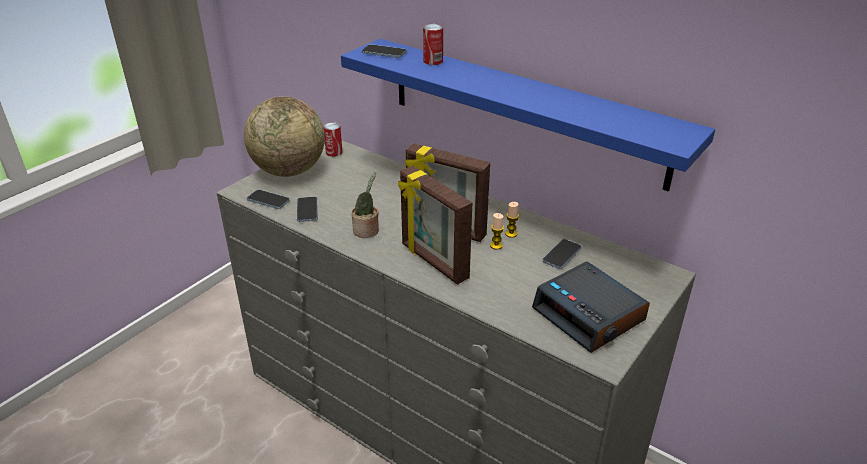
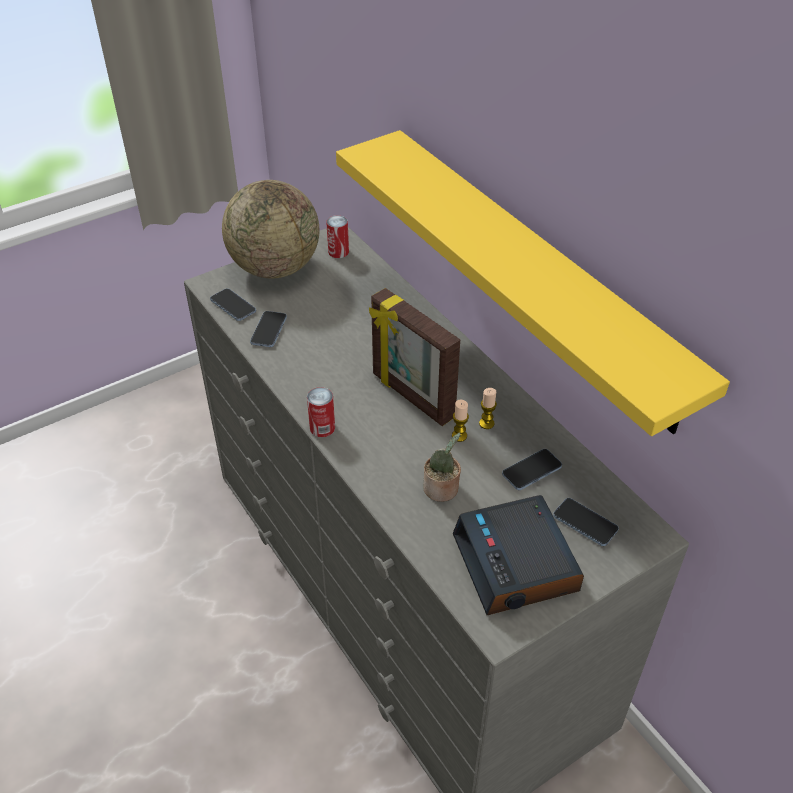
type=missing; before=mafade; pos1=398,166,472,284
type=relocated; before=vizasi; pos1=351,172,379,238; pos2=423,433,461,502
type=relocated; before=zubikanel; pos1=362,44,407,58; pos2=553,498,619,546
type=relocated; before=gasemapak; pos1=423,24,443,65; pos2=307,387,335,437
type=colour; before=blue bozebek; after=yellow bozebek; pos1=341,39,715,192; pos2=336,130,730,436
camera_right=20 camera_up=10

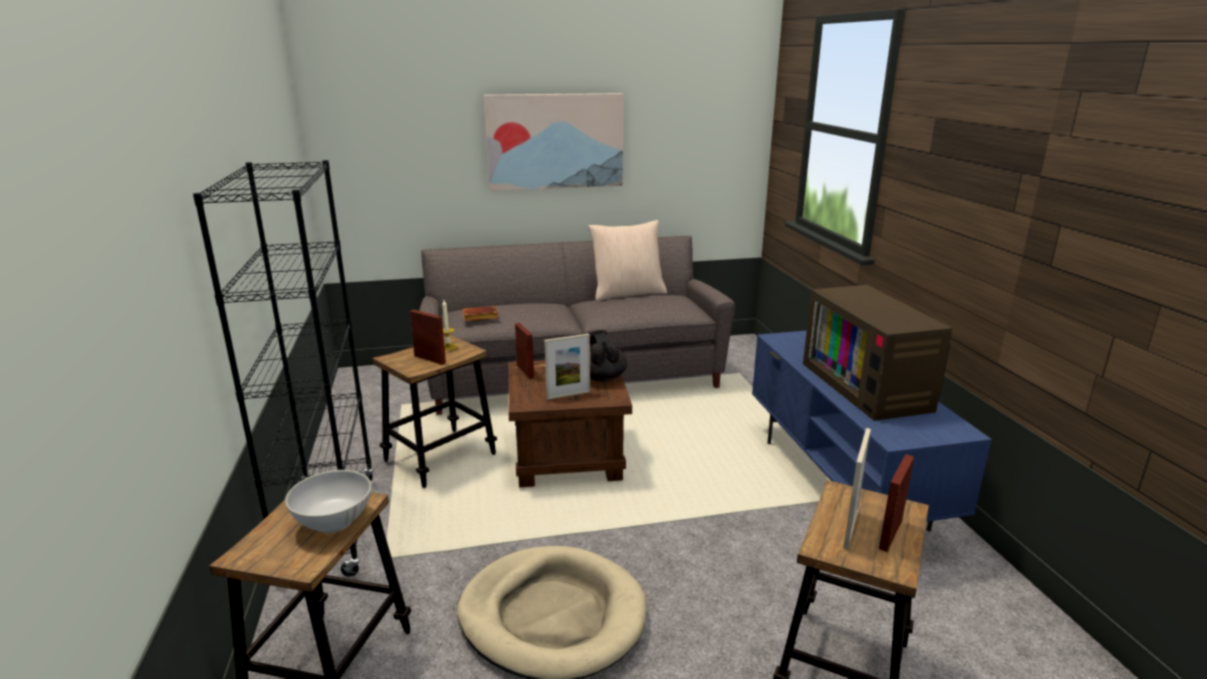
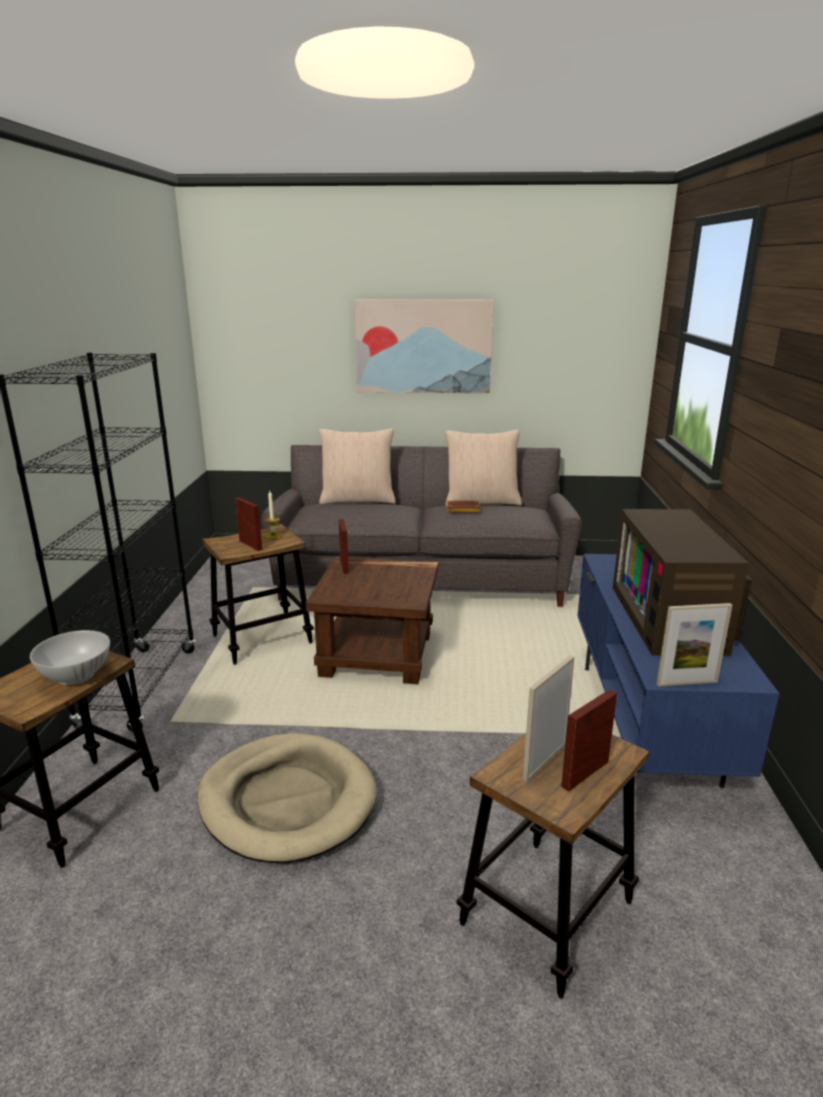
type=missing; before=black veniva; pos1=587,330,627,382
type=appeared; after=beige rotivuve; pos2=319,428,396,505
type=relocated; before=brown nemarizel; pos1=462,306,499,321; pos2=447,501,480,513
type=relocated; before=mafade; pos1=544,334,590,400; pos2=657,603,732,686
camera_right=15 camera_up=0

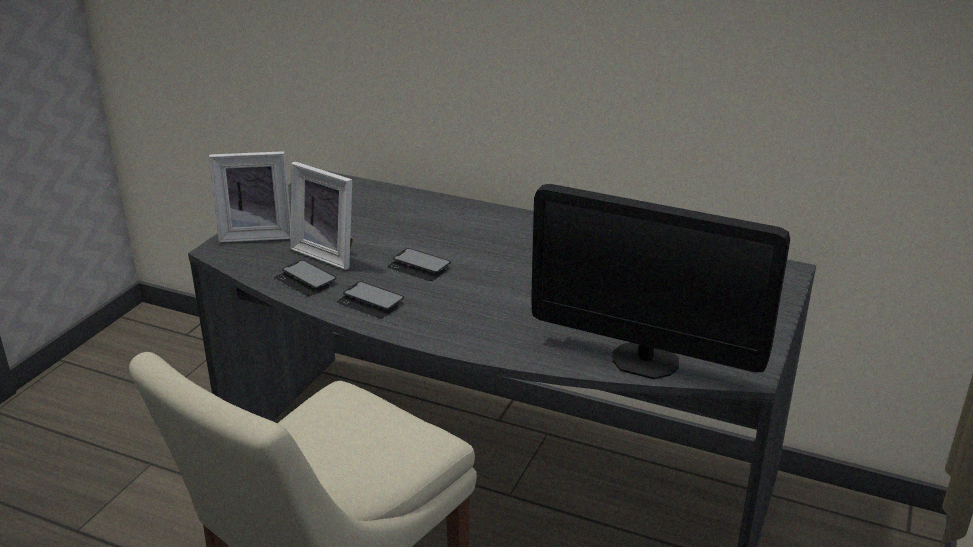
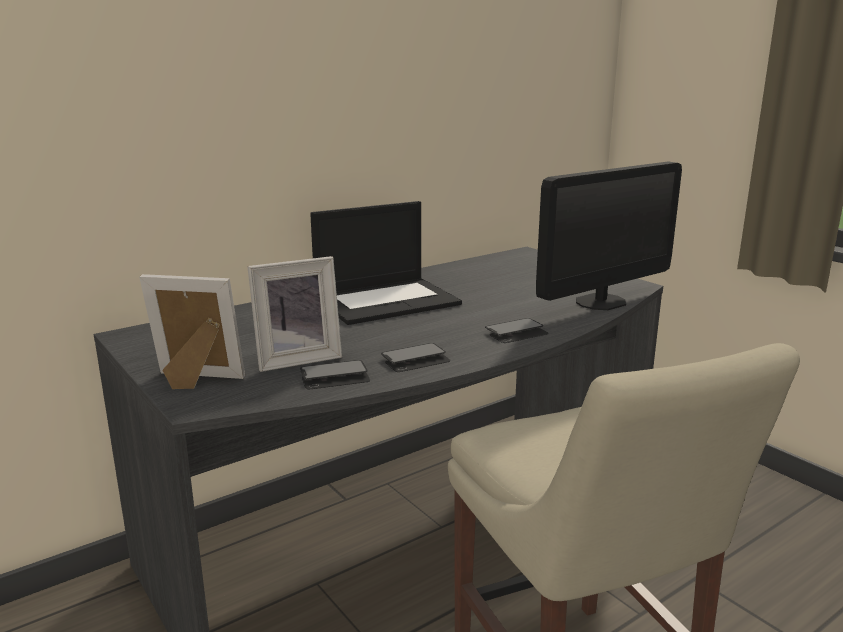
type=appeared; after=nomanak; pos2=310,201,462,325
type=relocated; before=zubikanel; pos1=388,248,451,281; pos2=485,318,549,343
type=spun; before=mafade; pos1=209,151,291,243; pos2=139,274,245,389; turn=-105
camera_right=-60 camera_up=-10

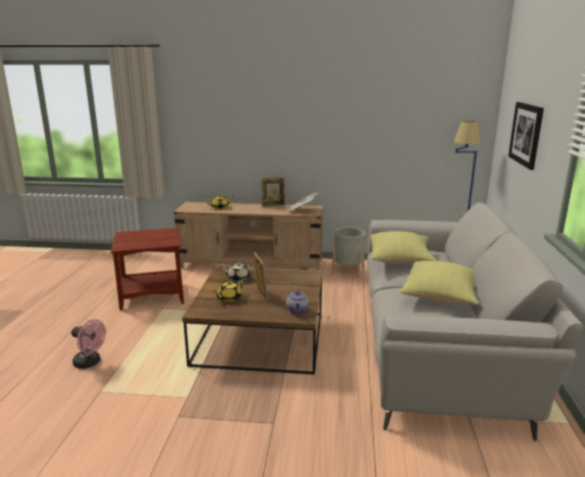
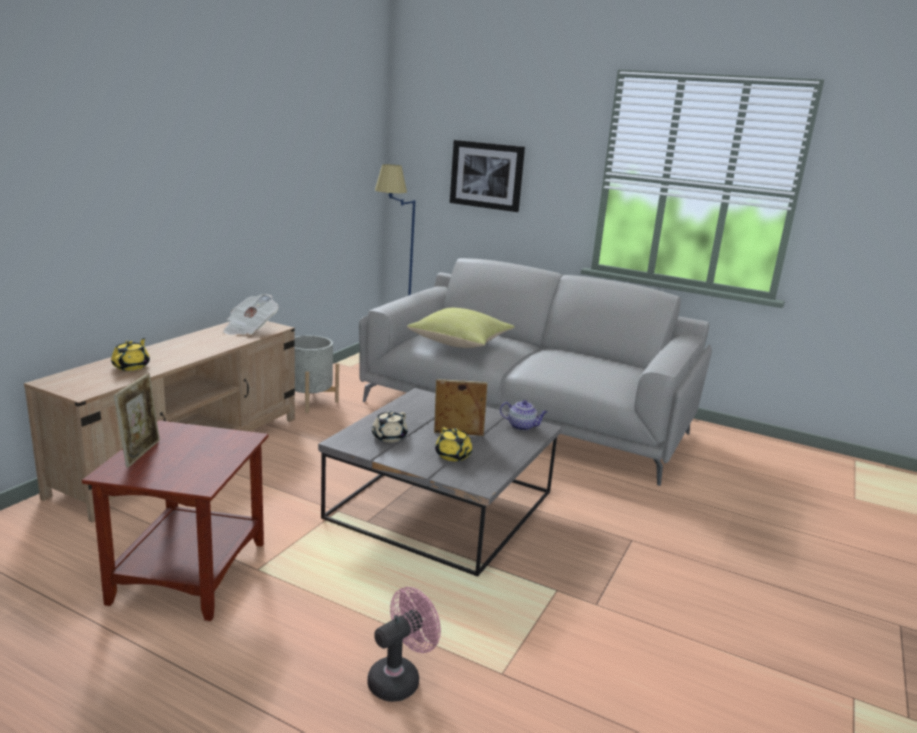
type=missing; before=yellow rotivuve; pos1=400,261,479,305
type=relocated; before=mafade; pos1=261,177,285,207; pos2=114,373,160,468
type=colour; before=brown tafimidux; after=grey tafimidux; pos1=182,266,322,375; pos2=318,388,562,577
camera_right=-70 camera_up=0

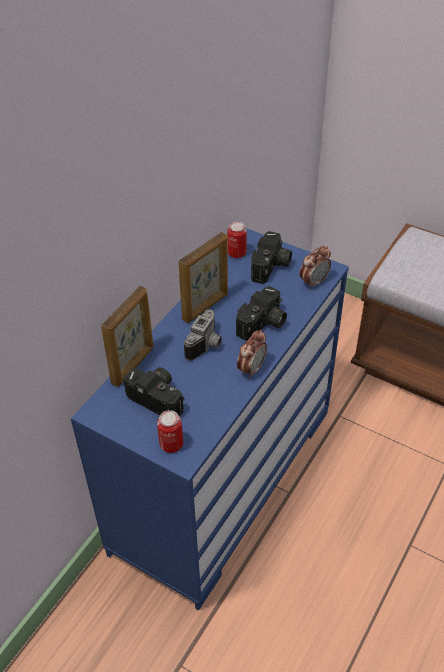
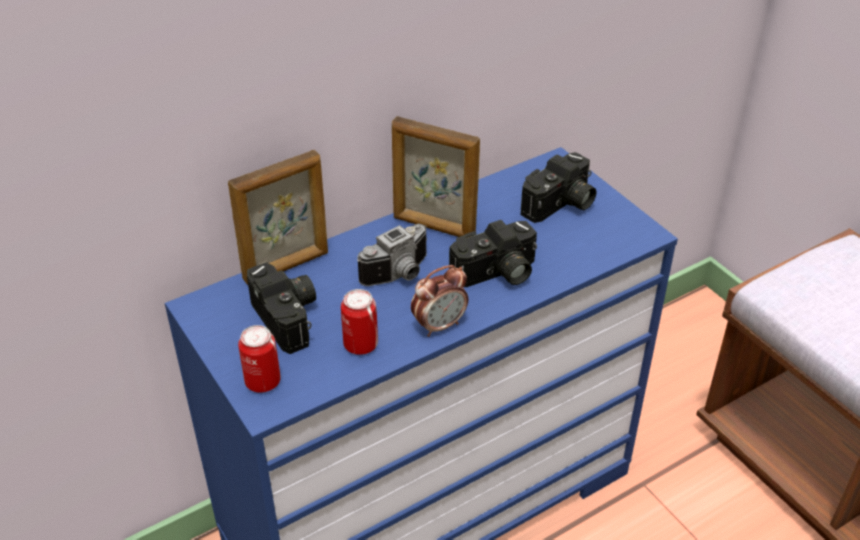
type=missing; before=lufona; pos1=299,246,331,289
type=relocated; before=gasemapak; pos1=227,221,247,258; pos2=341,289,378,355
type=spun; before=mafade; pos1=179,232,228,323; pos2=392,116,480,237; turn=45
camera_right=25 camera_up=-5

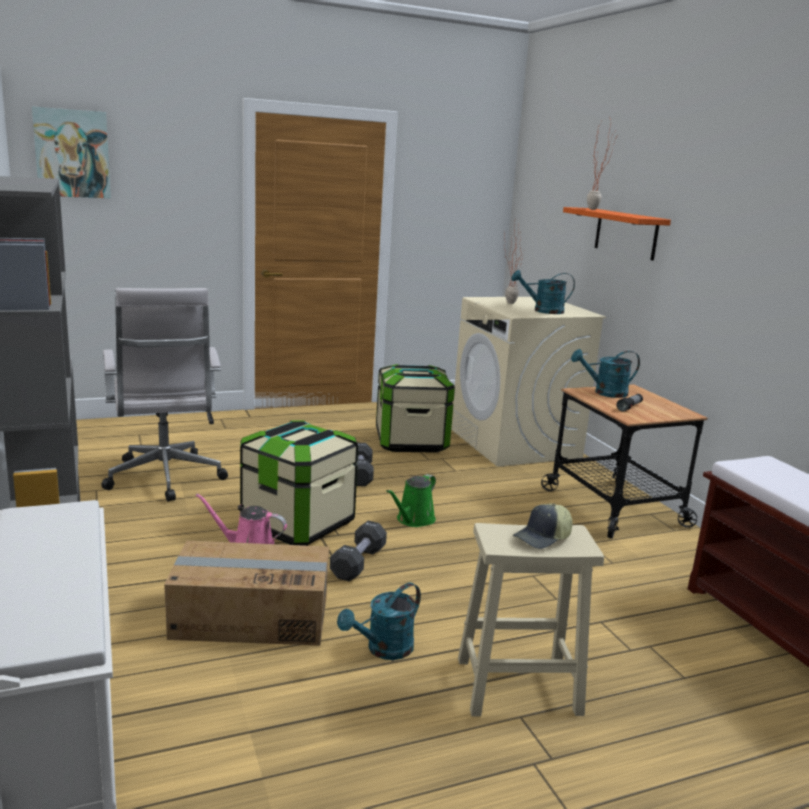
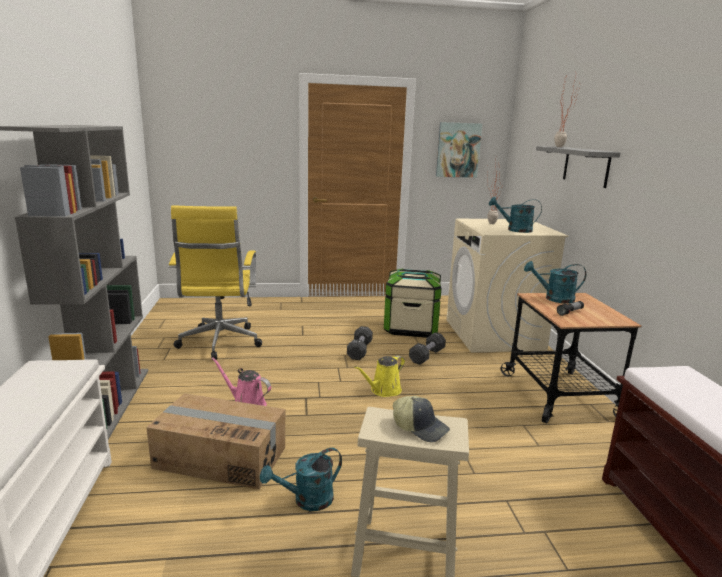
type=missing; before=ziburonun; pos1=240,420,358,546
type=relocated; before=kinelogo; pos1=32,107,111,198; pos2=436,122,482,178
type=relocated; before=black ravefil; pos1=330,521,387,582; pos2=409,332,446,365
type=colour; before=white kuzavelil; after=yellow kuzavelil; pos1=101,288,228,502; pos2=168,206,262,360
type=colour; before=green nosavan; after=yellow nosavan; pos1=386,474,436,527; pos2=354,355,405,397
type=colour; before=orange bozebek; after=grey bozebek; pos1=563,207,671,261; pos2=536,146,620,188
type=spun; before=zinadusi; pos1=513,503,573,549; pos2=393,396,450,442; turn=-120
camera_right=15 camera_up=0

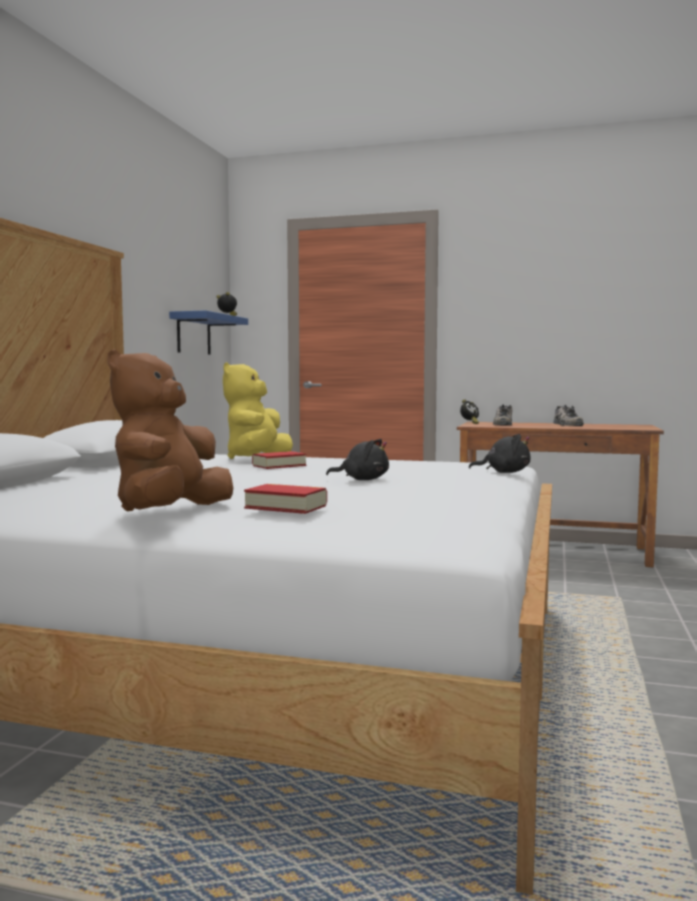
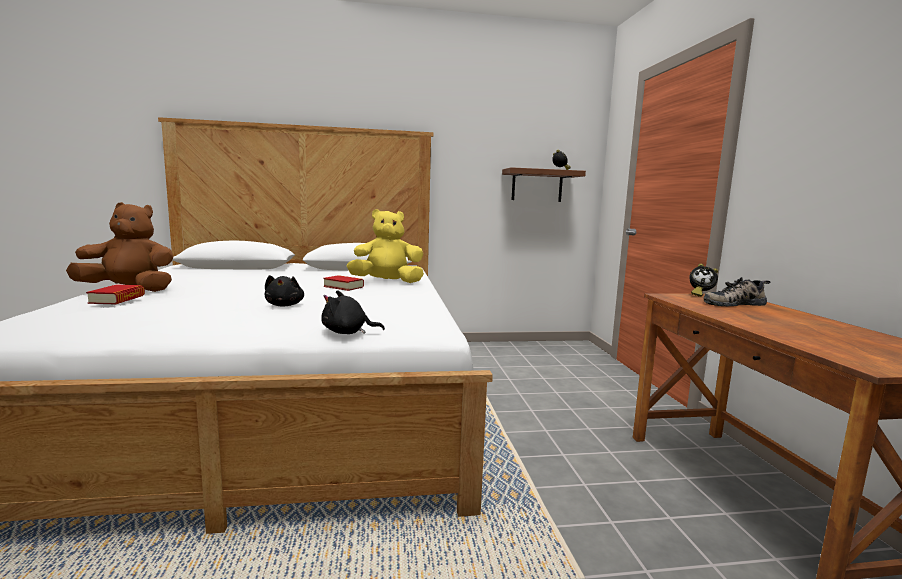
type=missing; before=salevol; pos1=553,405,584,426
type=colour; before=blue bozebek; after=brown bozebek; pos1=169,310,248,355; pos2=502,167,586,202
type=spun; before=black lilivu; pos1=469,434,531,473; pos2=321,290,385,334; turn=105
camera_right=65 camera_up=5

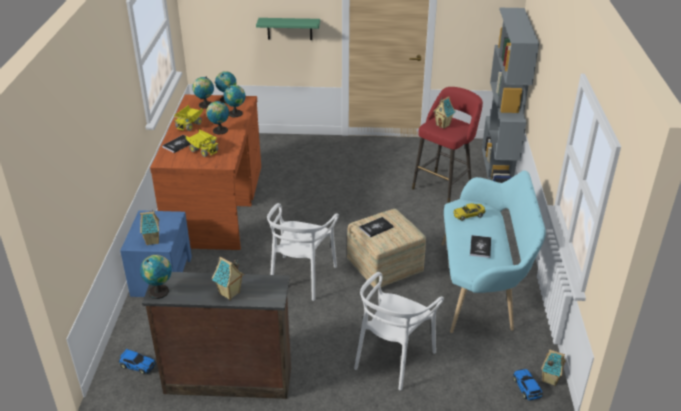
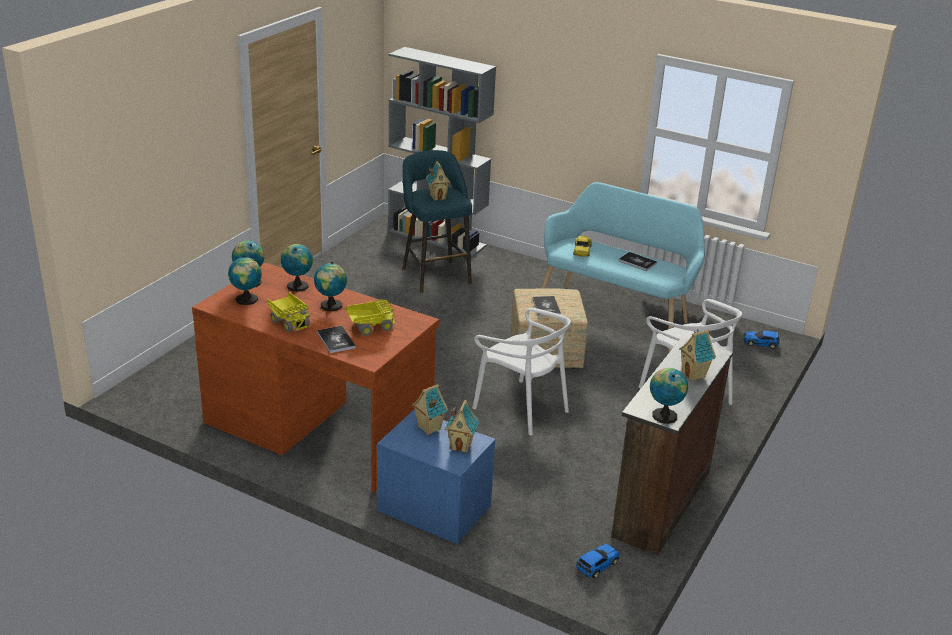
type=missing; before=green bozebek; pos1=256,18,320,40
type=relocated; before=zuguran; pos1=541,349,566,386; pos2=412,384,448,435
type=colour; before=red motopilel; after=turquoise motopilel; pos1=412,87,483,203; pos2=402,150,472,293
camera_right=-65 camera_up=-5

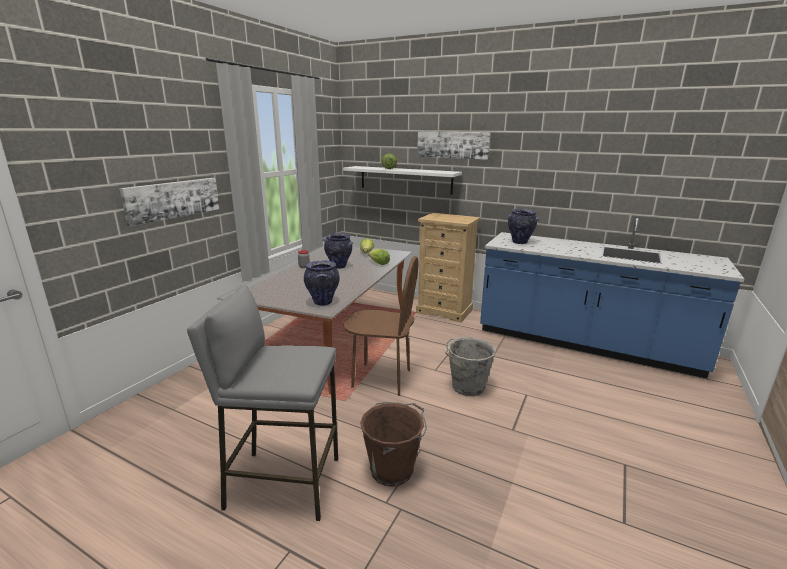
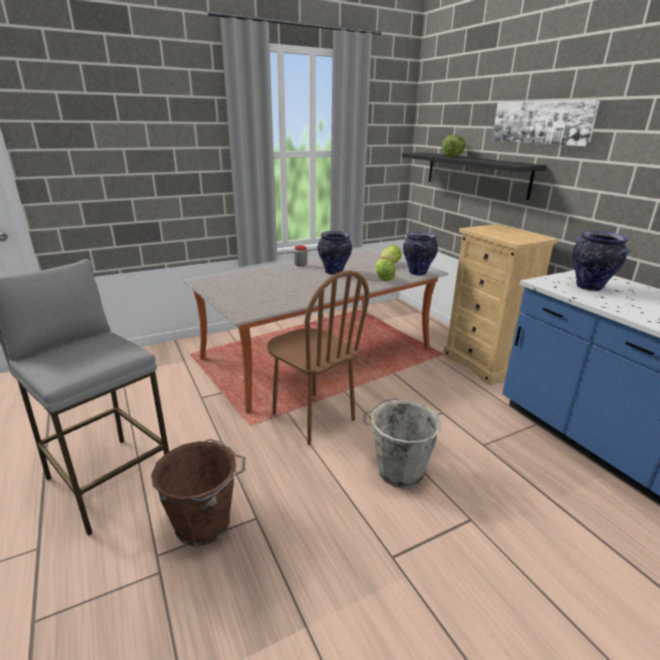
type=missing; before=kinelogo; pos1=119,178,219,226
type=relocated; before=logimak; pos1=304,260,340,306; pos2=403,232,438,275
type=colour; before=white bozebek; after=black bozebek; pos1=343,166,462,195; pos2=402,153,547,200
camera_right=35 camera_up=5

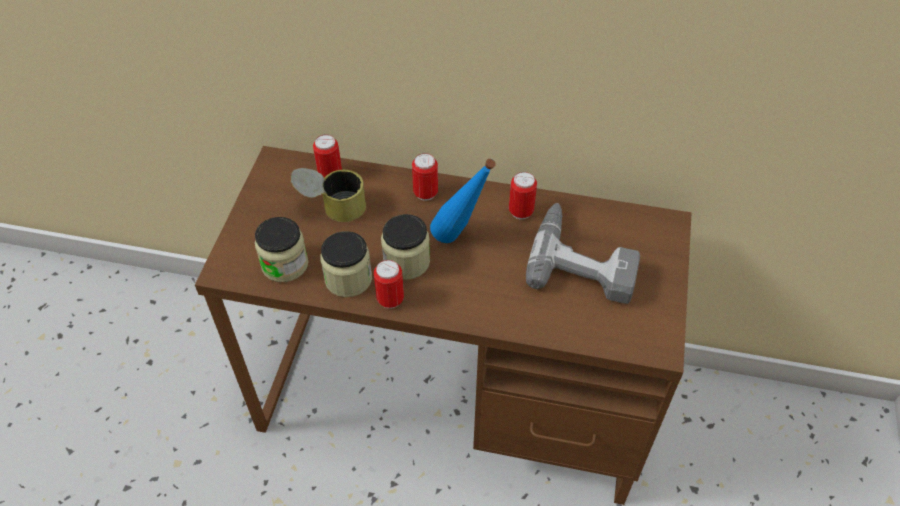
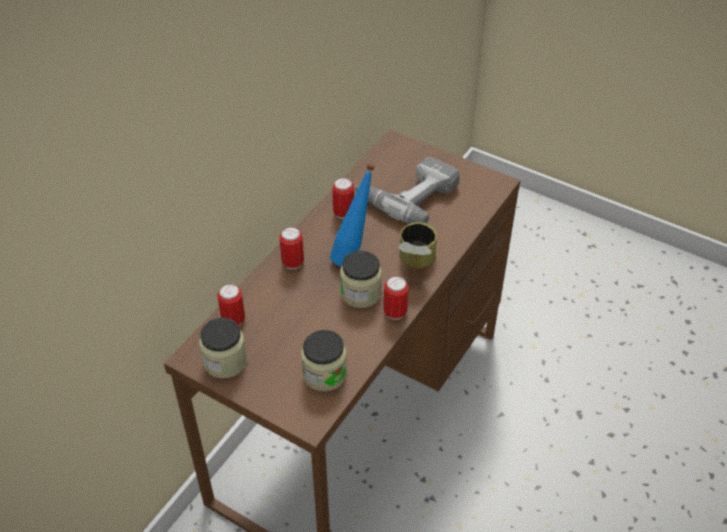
type=relocated; before=gasemapak; pos1=291,168,366,222; pos2=398,222,437,268
type=relocated; before=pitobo; pos1=320,231,372,297; pos2=199,318,247,379
camera_right=-70 camera_up=-5

